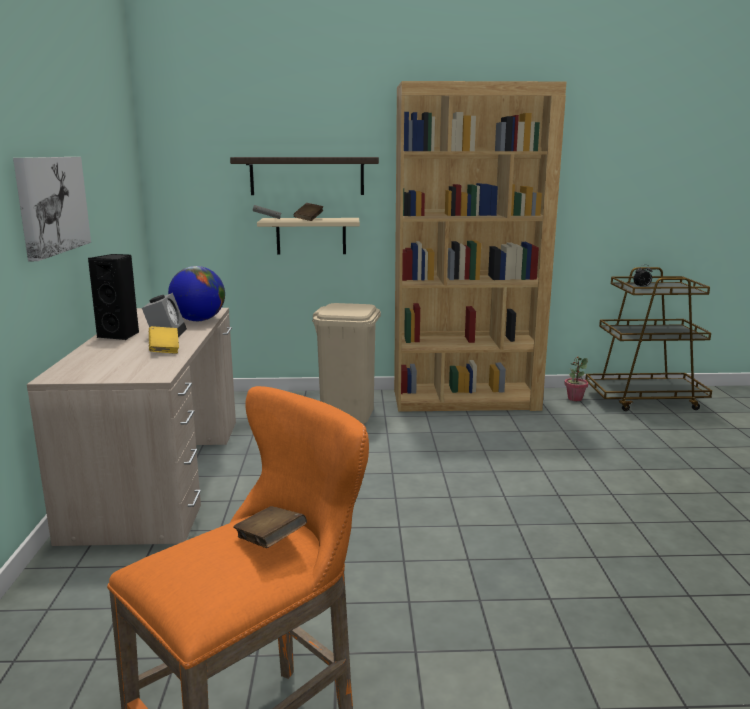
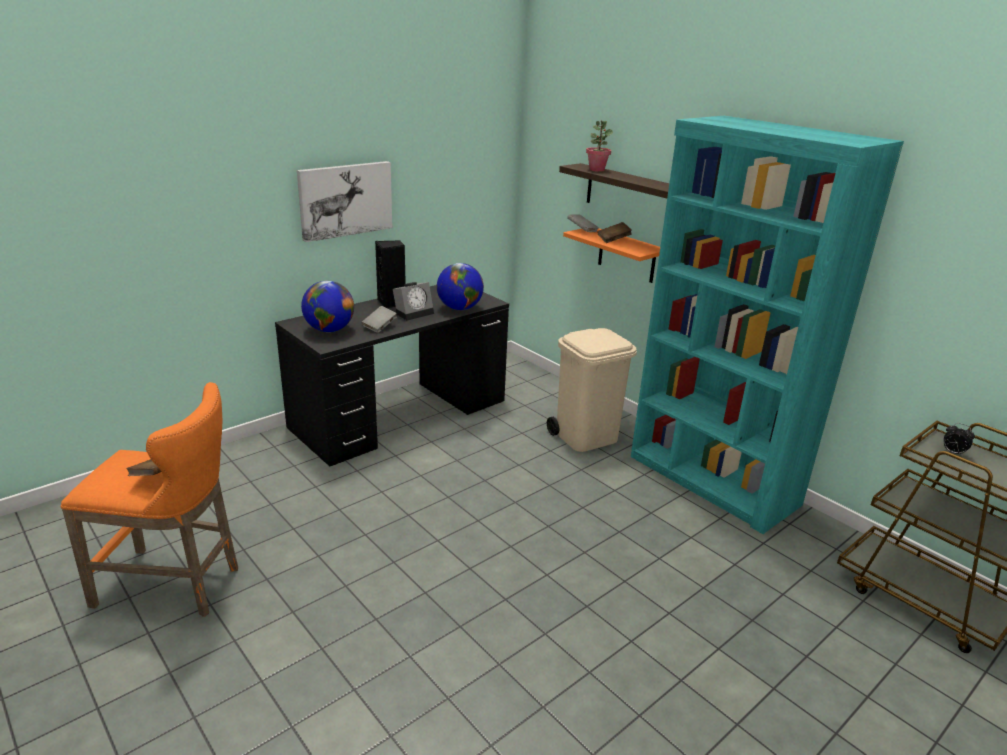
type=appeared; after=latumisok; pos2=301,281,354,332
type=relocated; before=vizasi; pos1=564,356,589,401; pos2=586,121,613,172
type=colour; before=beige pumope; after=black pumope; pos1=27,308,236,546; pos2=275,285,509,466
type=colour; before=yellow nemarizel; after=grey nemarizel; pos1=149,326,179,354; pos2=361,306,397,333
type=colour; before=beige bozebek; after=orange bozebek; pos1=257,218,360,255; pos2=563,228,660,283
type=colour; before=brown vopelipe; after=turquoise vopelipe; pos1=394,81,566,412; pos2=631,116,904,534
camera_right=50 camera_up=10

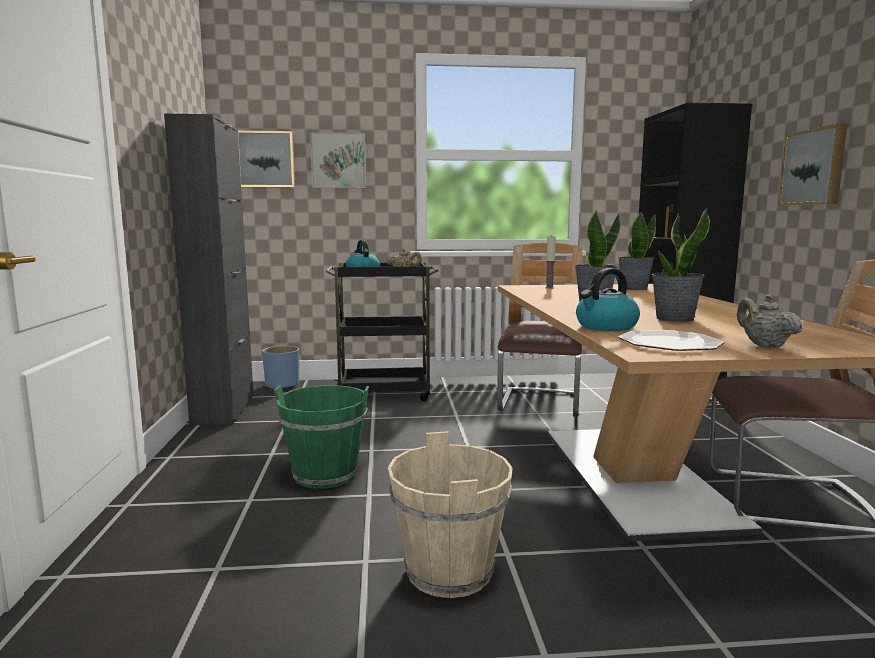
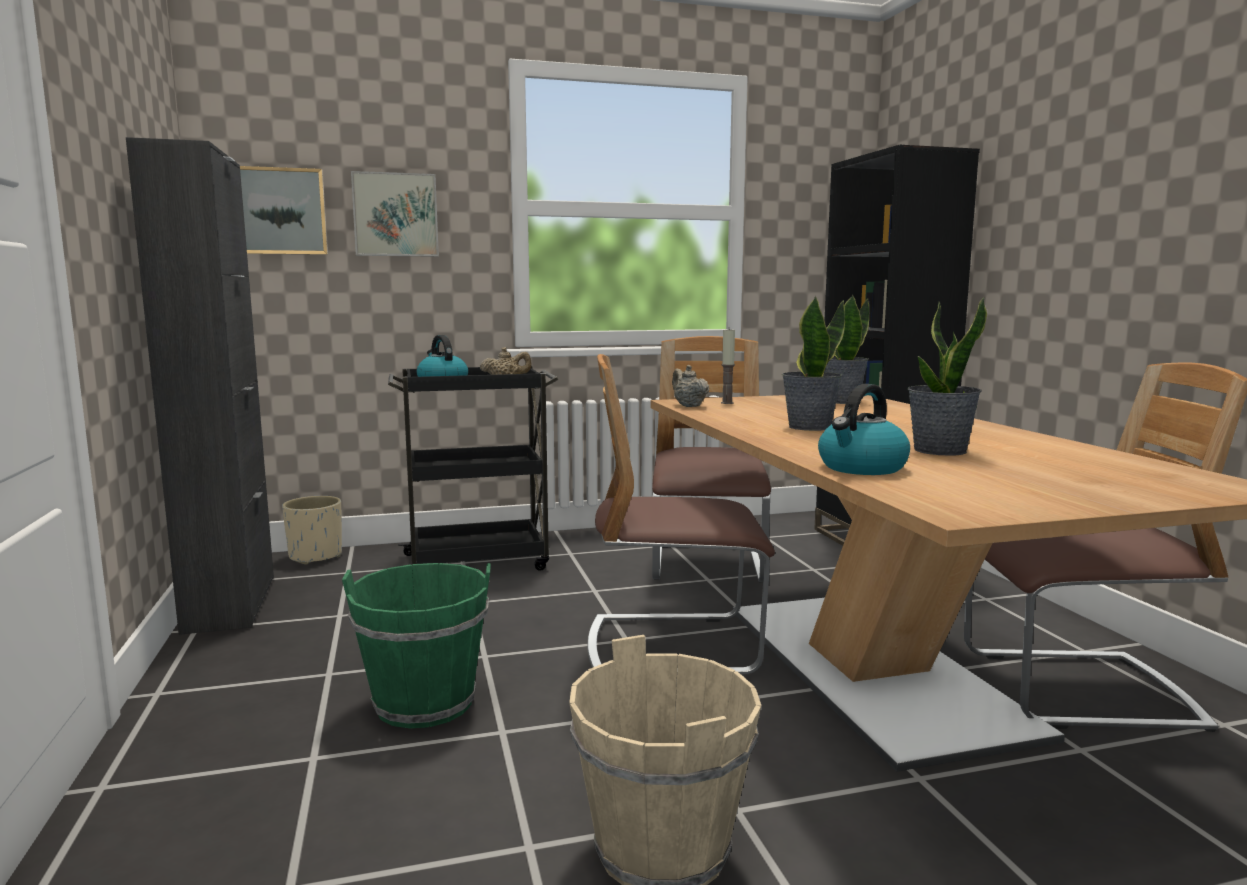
type=missing; before=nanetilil; pos1=618,330,724,351
type=missing; before=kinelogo; pos1=778,123,848,206
type=appeared; after=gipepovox; pos2=588,354,775,675
type=relocated; before=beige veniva; pos1=737,294,803,347; pos2=672,365,710,407
type=colour; before=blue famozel; after=beige famozel; pos1=262,346,299,389; pos2=282,496,342,565
camera_right=-10 camera_up=0

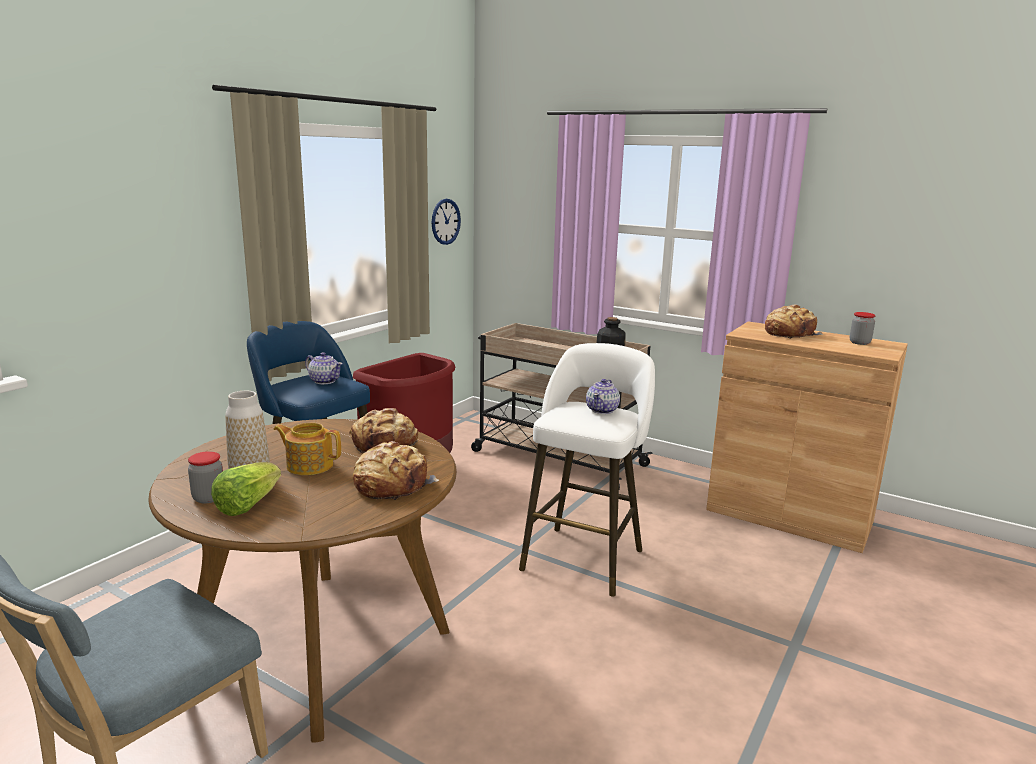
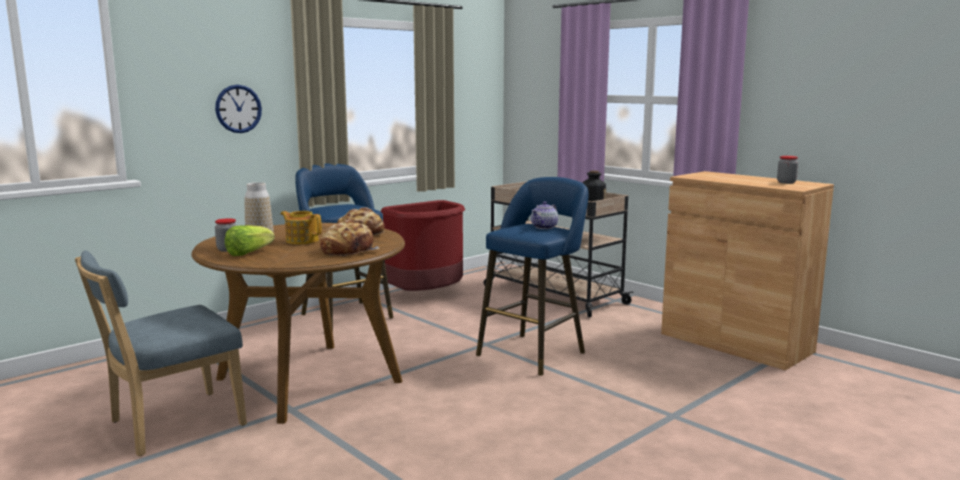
type=missing; before=veniva; pos1=305,352,343,384
type=missing; before=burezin; pos1=765,304,824,339
type=relocated; before=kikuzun; pos1=432,199,461,245; pos2=215,85,262,133
type=colour; before=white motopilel; after=blue motopilel; pos1=519,343,655,597; pos2=476,177,589,375
camera_right=15 camera_up=-5

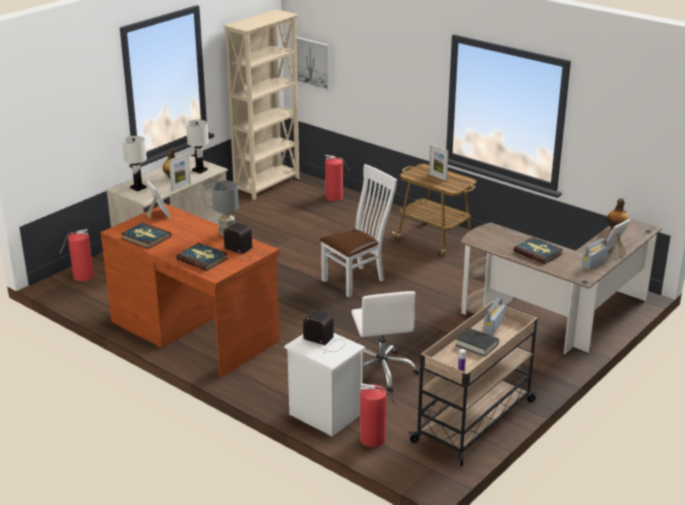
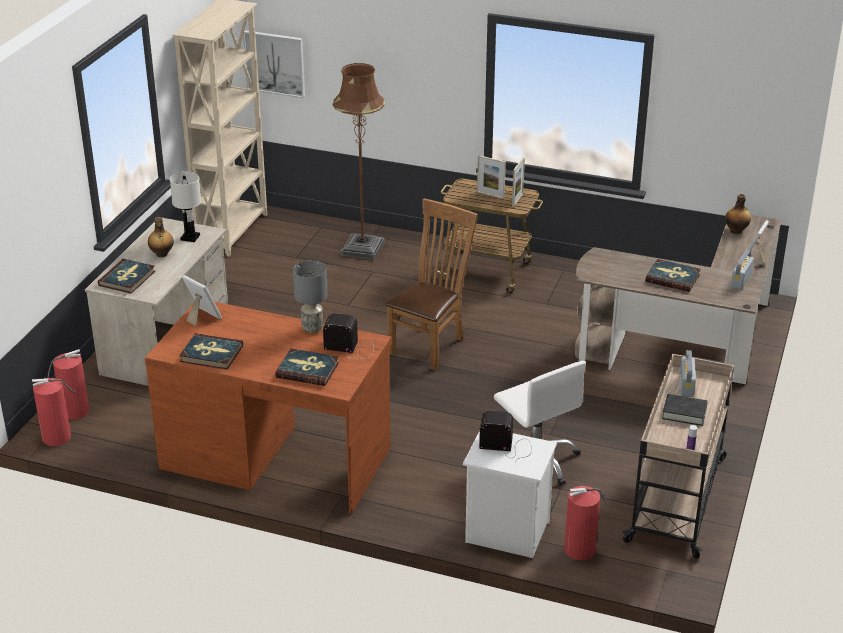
type=appeared; after=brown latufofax; pos2=333,63,385,260
type=relocated; before=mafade; pos1=169,153,191,191; pos2=512,157,525,207
type=relocated; before=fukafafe; pos1=325,155,350,201; pos2=32,378,76,446
type=exchanged; before=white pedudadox; after=nemarizel; pos1=122,136,147,191; pos2=98,259,155,294
type=colour; before=white gipepovox; after=brown gipepovox; pos1=320,164,397,297; pos2=386,198,478,370
camera_right=-20 camera_up=5

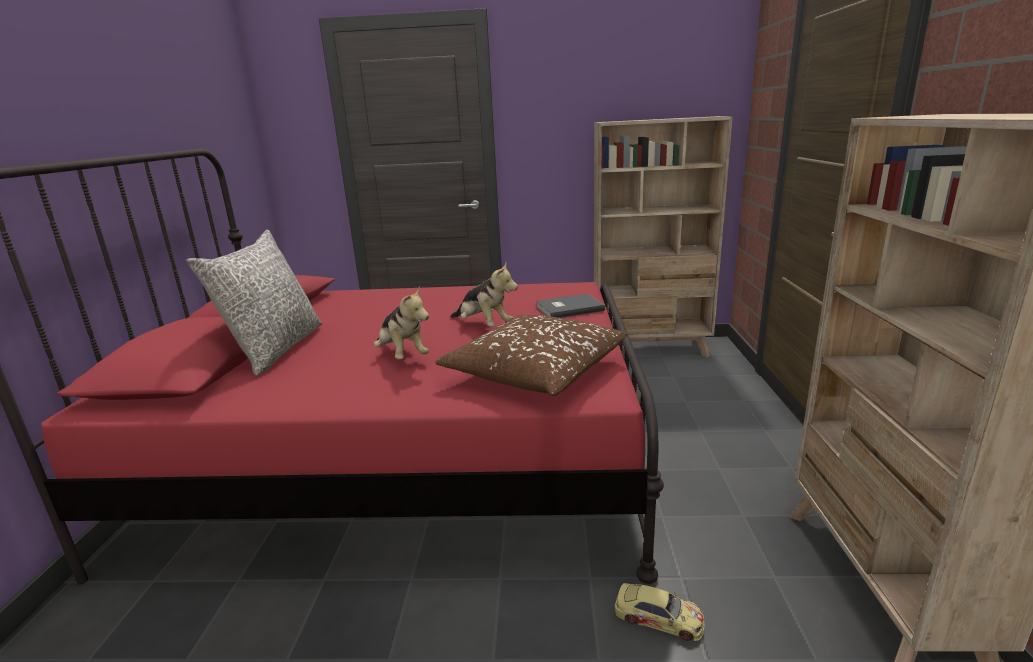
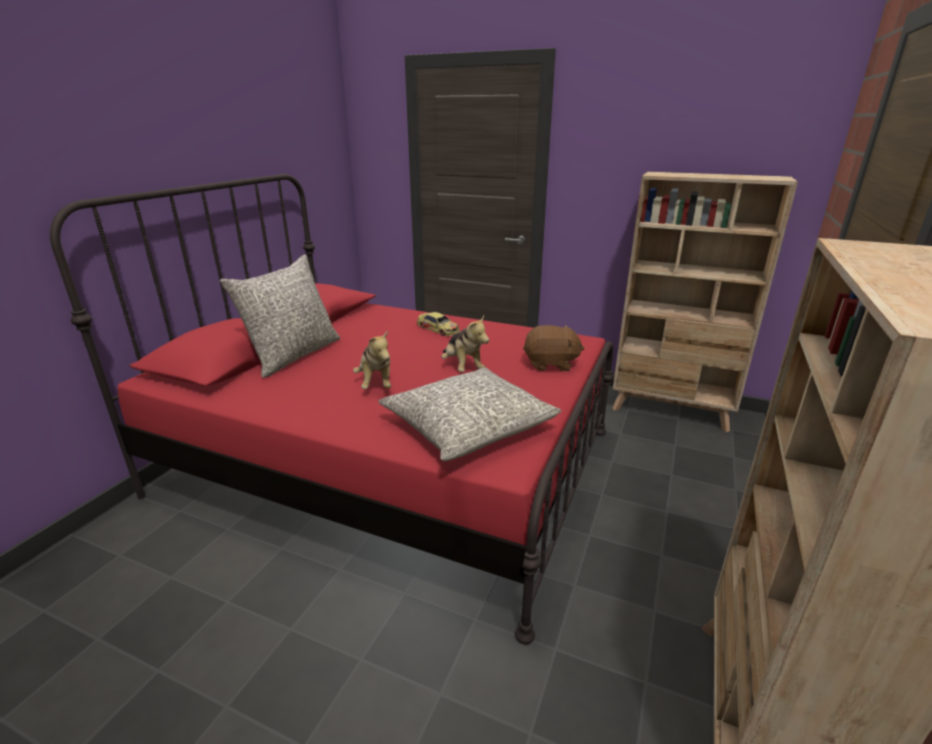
type=relocated; before=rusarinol; pos1=615,583,705,641; pos2=417,312,460,336
type=exchanged; before=grey nemarizel; after=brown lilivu; pos1=536,294,605,318; pos2=523,325,585,371
type=colour; before=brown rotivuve; after=grey rotivuve; pos1=435,315,627,396; pos2=378,368,561,461
camera_right=20 camera_up=5

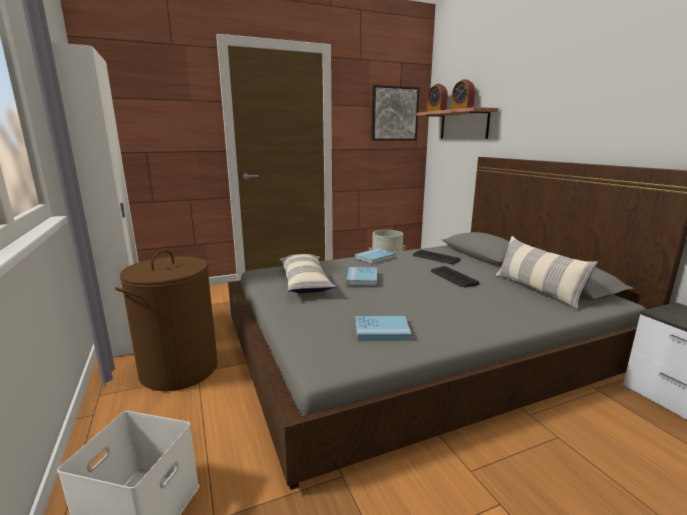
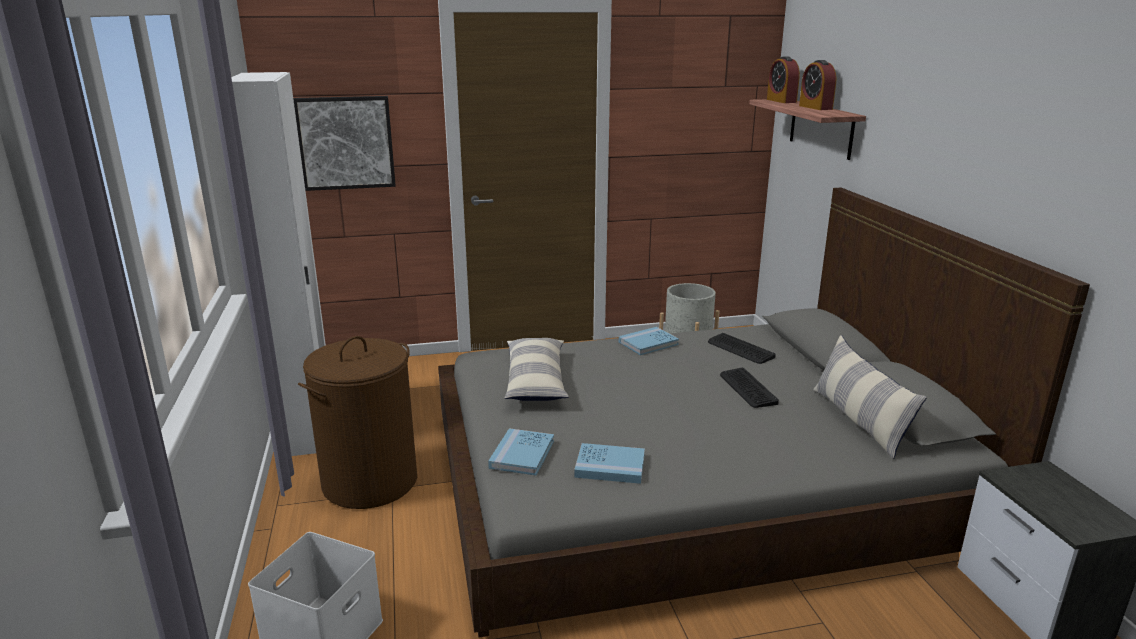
type=relocated; before=blue nemarizel; pos1=346,267,377,286; pos2=488,428,554,476
type=relocated; before=kinelogo; pos1=371,85,419,141; pos2=293,96,396,191
camera_right=10 camera_up=5

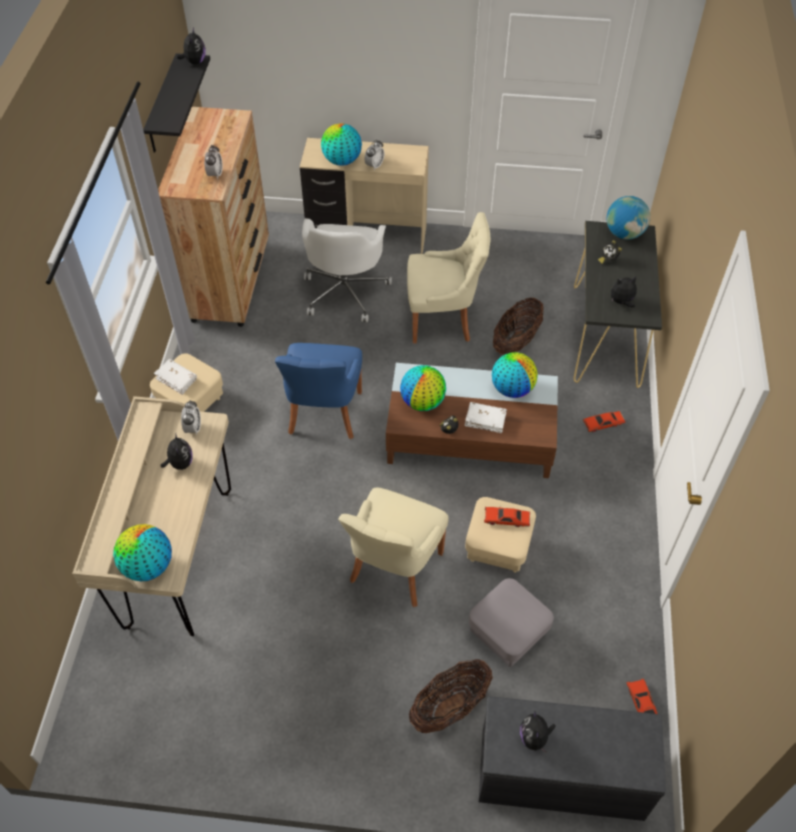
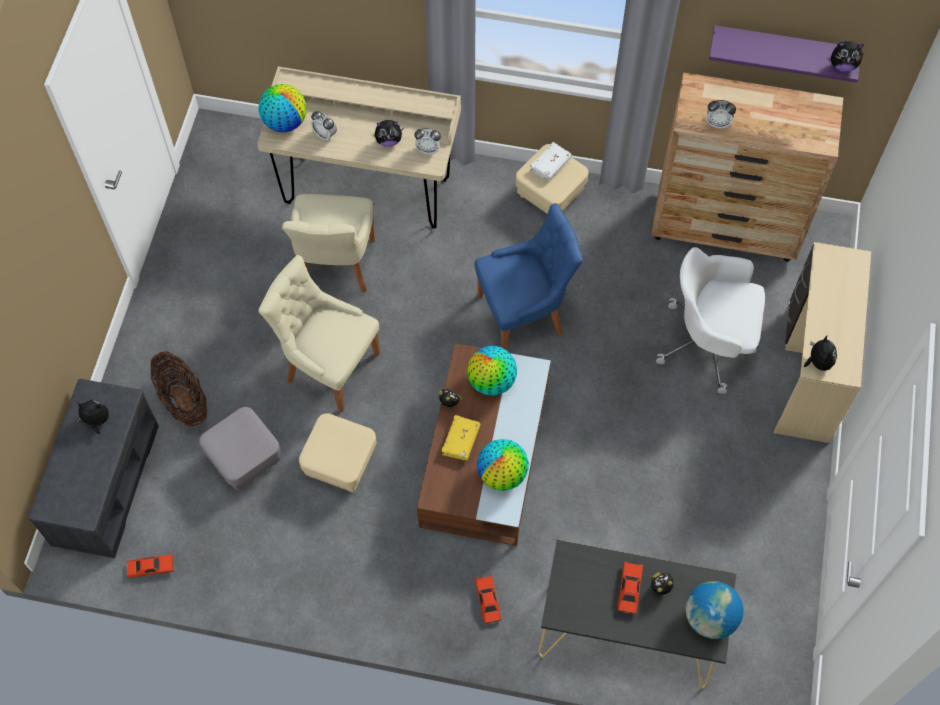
type=missing; before=latumisok; pos1=321,123,362,166
type=missing; before=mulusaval; pos1=493,298,544,355
type=relocated; before=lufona; pos1=365,140,384,170; pos2=311,111,337,141
type=relocated; before=beige gipepovox; pos1=407,212,490,343; pos2=282,194,375,293
type=relocated; before=red rusarinol; pos1=484,507,530,527; pos2=617,561,643,614
type=relocated; before=lilivu; pos1=611,277,637,307; pos2=804,336,837,371
type=colour; before=black bozebek; after=purple bozebek; pos1=143,53,210,153; pos2=709,25,859,83
type=colour; before=white nemarizel; after=yellow nemarizel; pos1=465,402,507,433; pos2=441,415,481,461
type=spun; before=blue gipepovox; pos1=275,343,362,439; pos2=475,203,583,350; turn=150
camera_right=95 camera_up=10

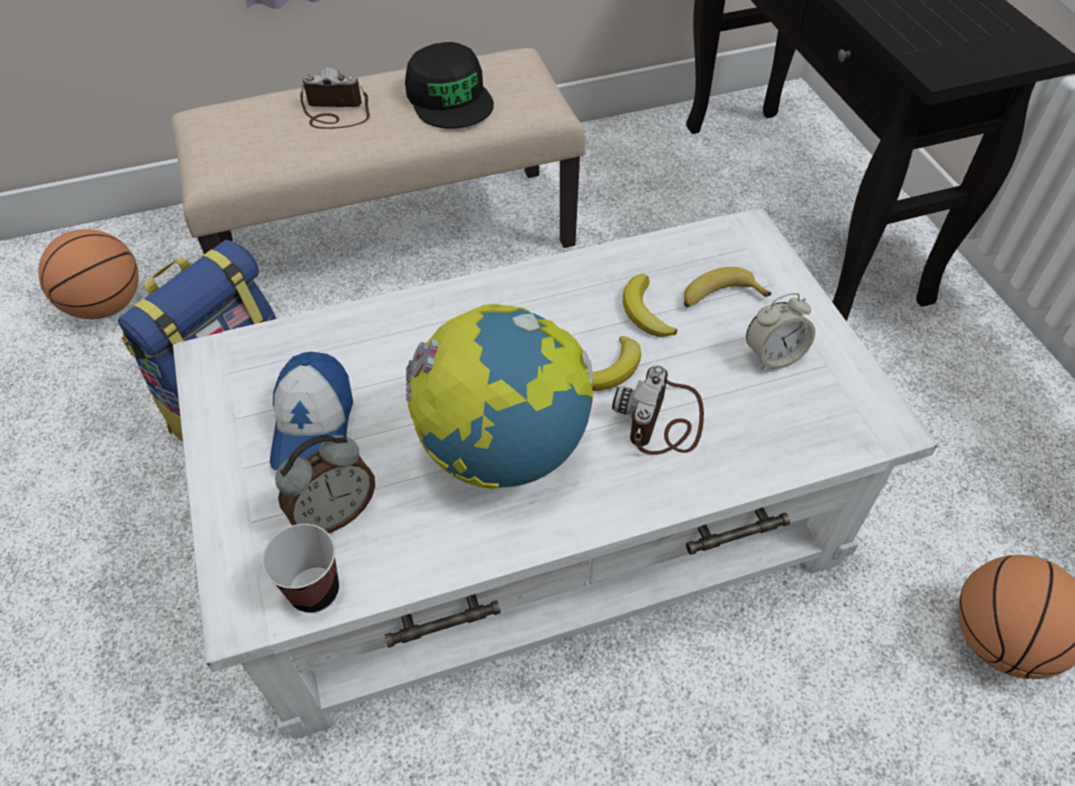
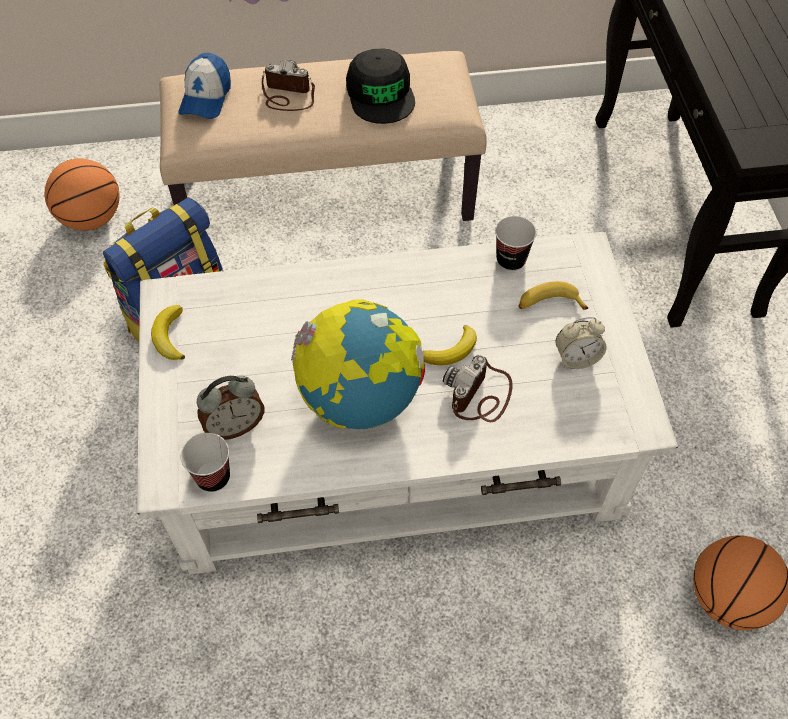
type=appeared; after=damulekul; pos2=495,216,537,271
type=relocated; before=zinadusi; pos1=270,352,353,470; pos2=179,53,231,119
type=relocated; before=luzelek; pos1=623,274,678,337; pos2=151,305,185,360
camera_right=10 camera_up=5

